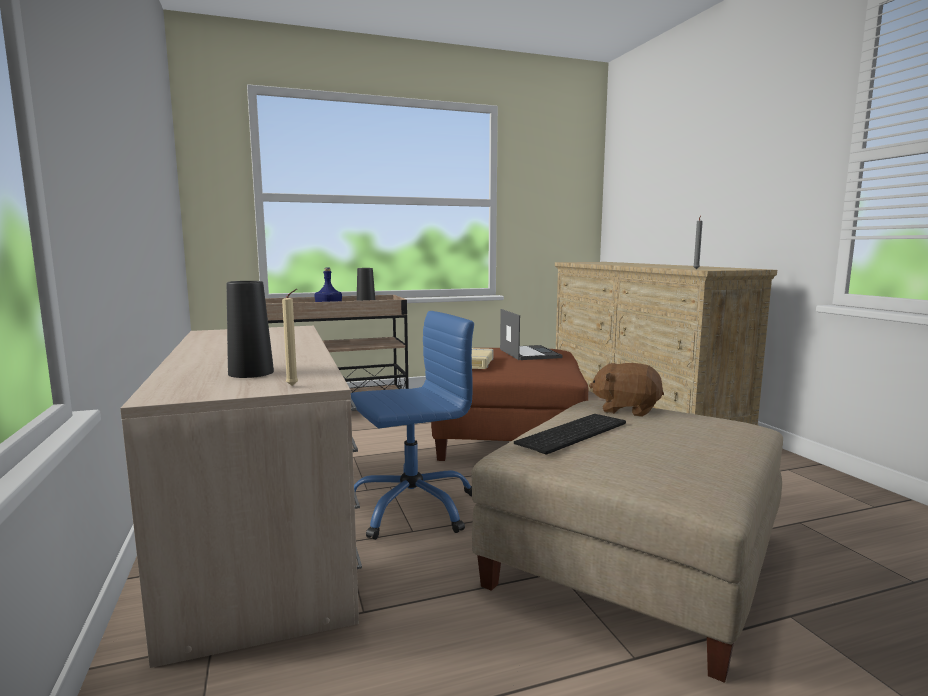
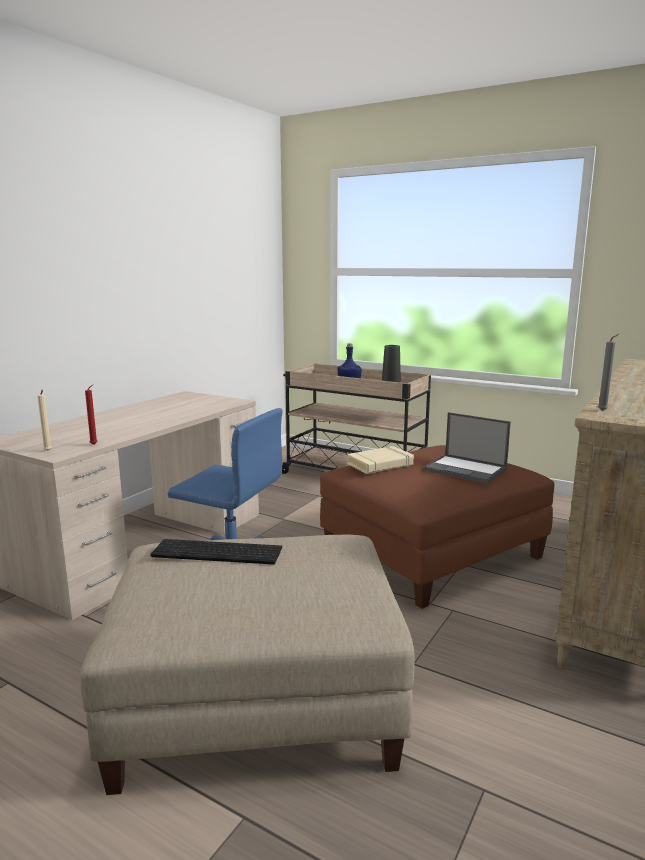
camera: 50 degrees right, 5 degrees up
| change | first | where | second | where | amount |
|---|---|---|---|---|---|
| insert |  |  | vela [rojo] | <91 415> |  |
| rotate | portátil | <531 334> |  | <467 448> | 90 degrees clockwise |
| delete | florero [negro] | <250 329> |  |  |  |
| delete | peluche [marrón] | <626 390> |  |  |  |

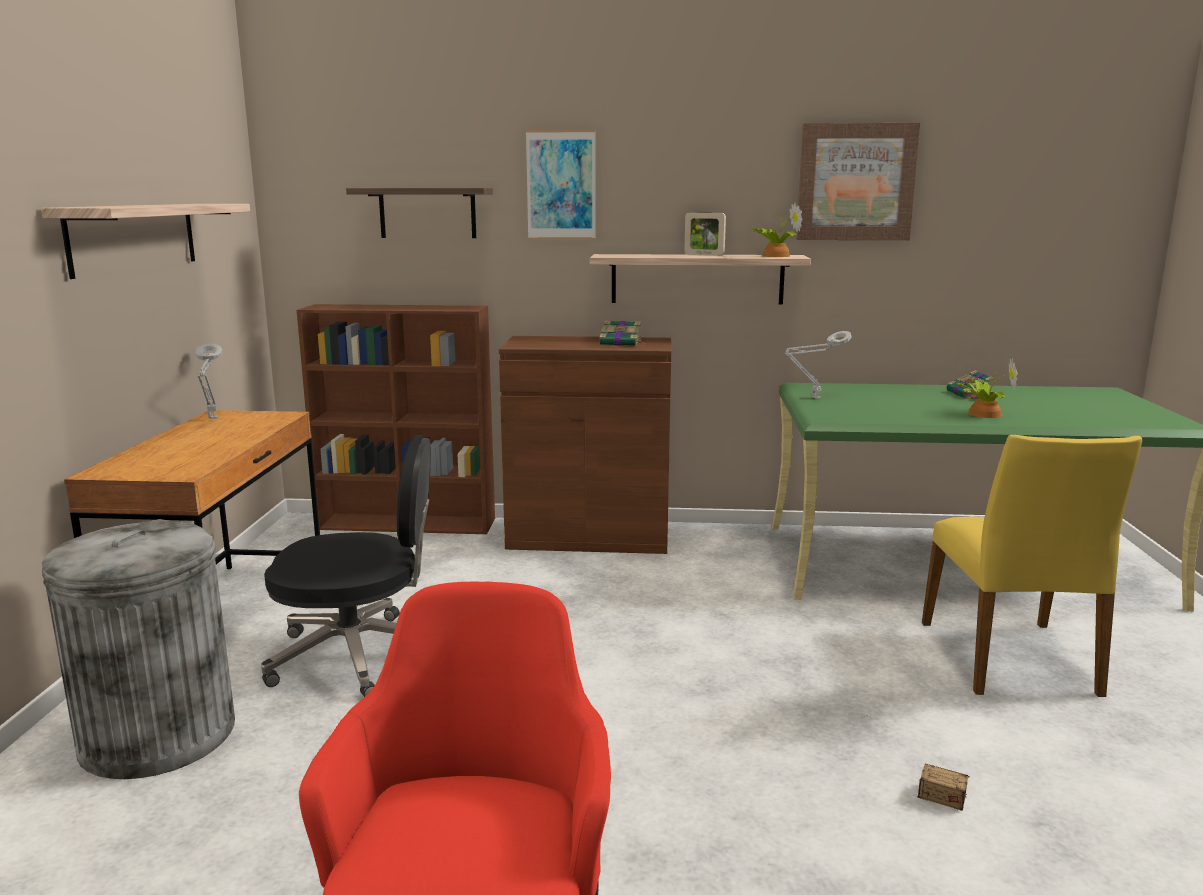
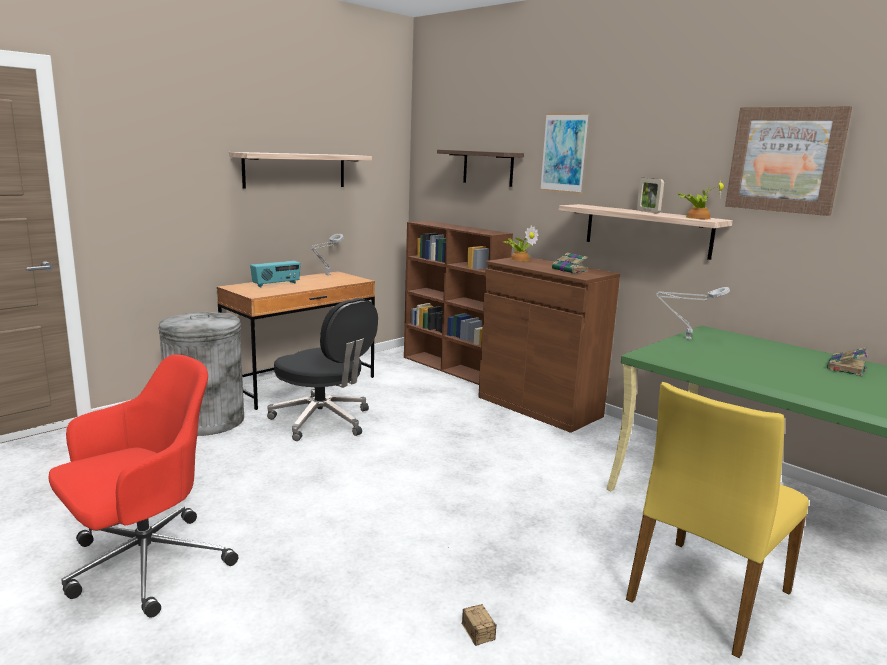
camera: 40 degrees right, 0 degrees up
| change | first | where | second | where | amount |
|---|---|---|---|---|---|
| insert |  |  | radio | <275 274> |  |
| move | planta en maceta | <986 387> |  | <521 243> |  |

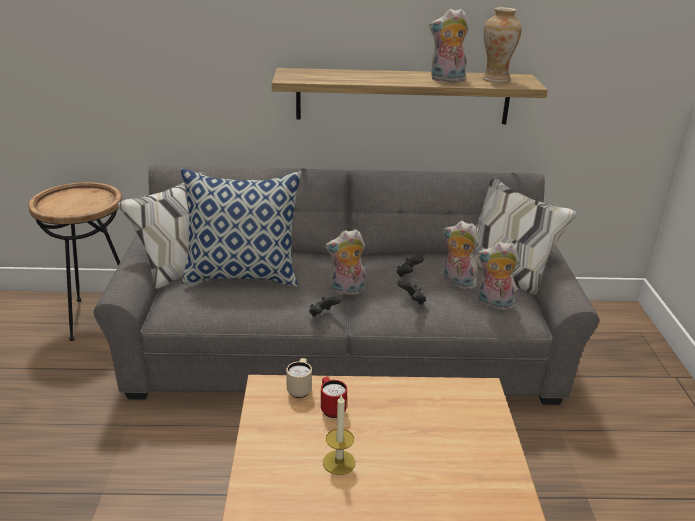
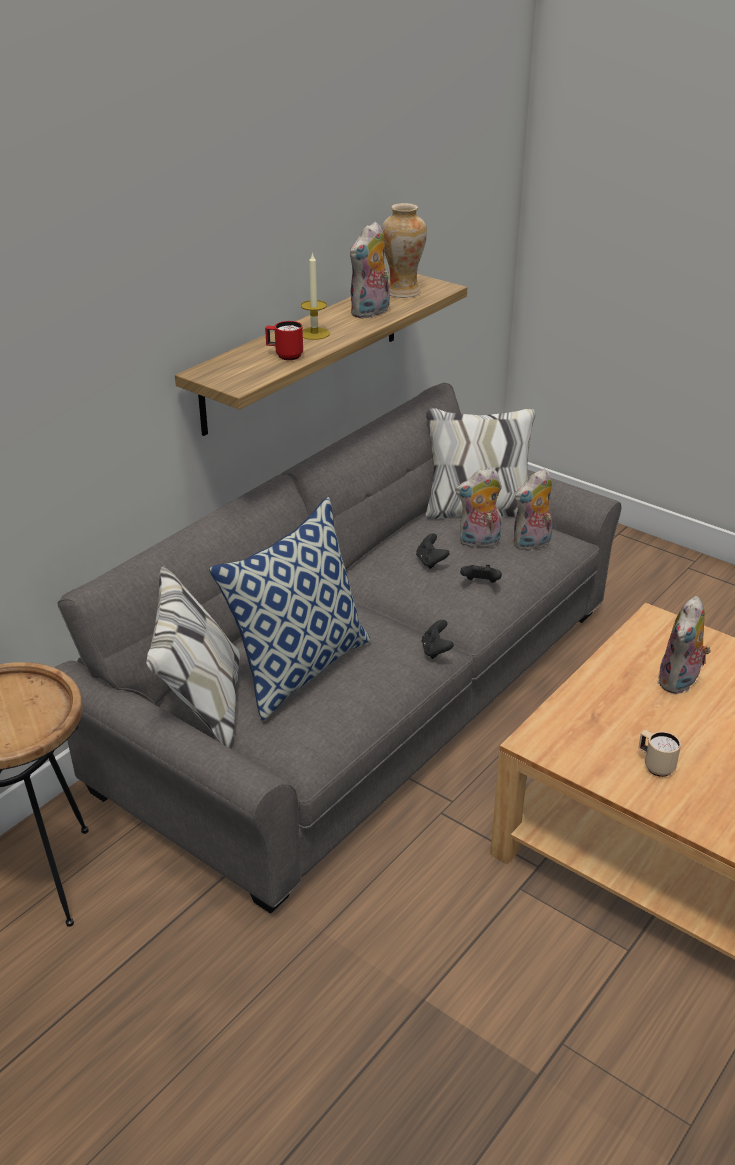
camera: 50 degrees left, 5 degrees up
| change | first | where | second | where | amount |
|---|---|---|---|---|---|
| move | taza grande [rojo] | <334 397> |  | <284 340> |  |
| move | vela | <339 434> |  | <315 296> |  |
| move | taza grande [beis] | <299 378> |  | <659 753> |  |
| move | peluche | <345 262> |  | <684 645> |  |

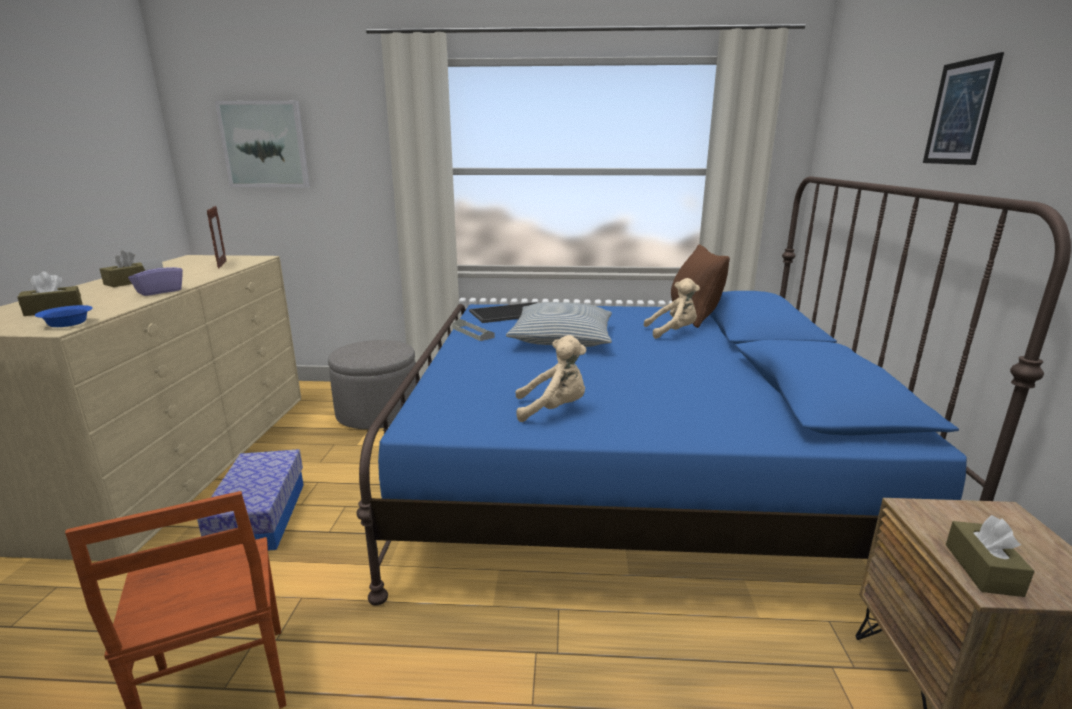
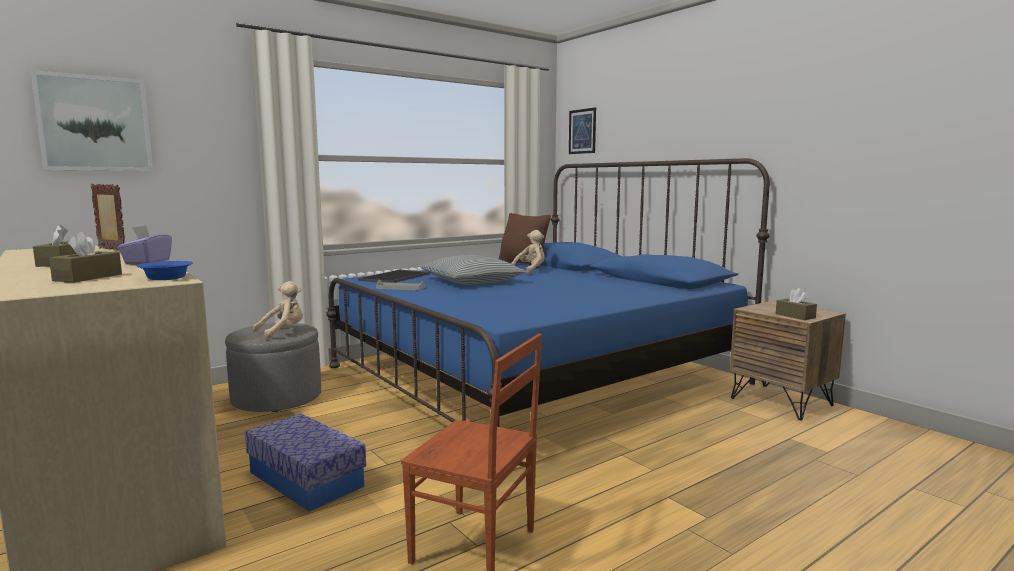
camera: 40 degrees left, 10 degrees down
| change | first | where | second | where | amount |
|---|---|---|---|---|---|
| move | peluche [beis] | <550 378> |  | <278 310> |  |
| move | cuadro | <963 108> |  | <582 130> |  |

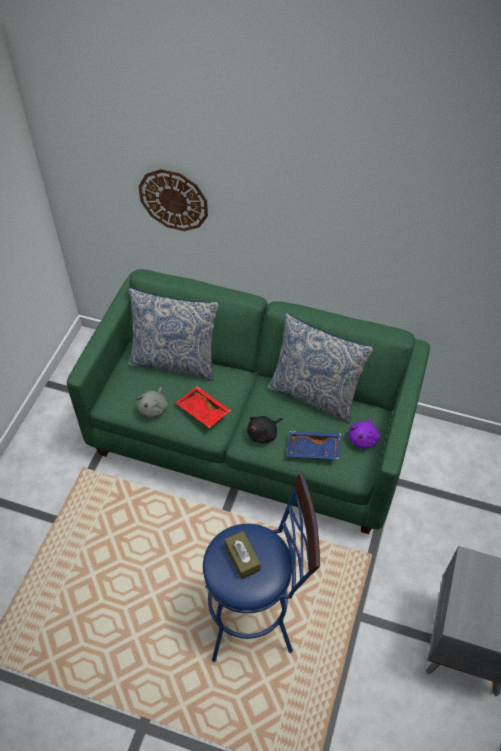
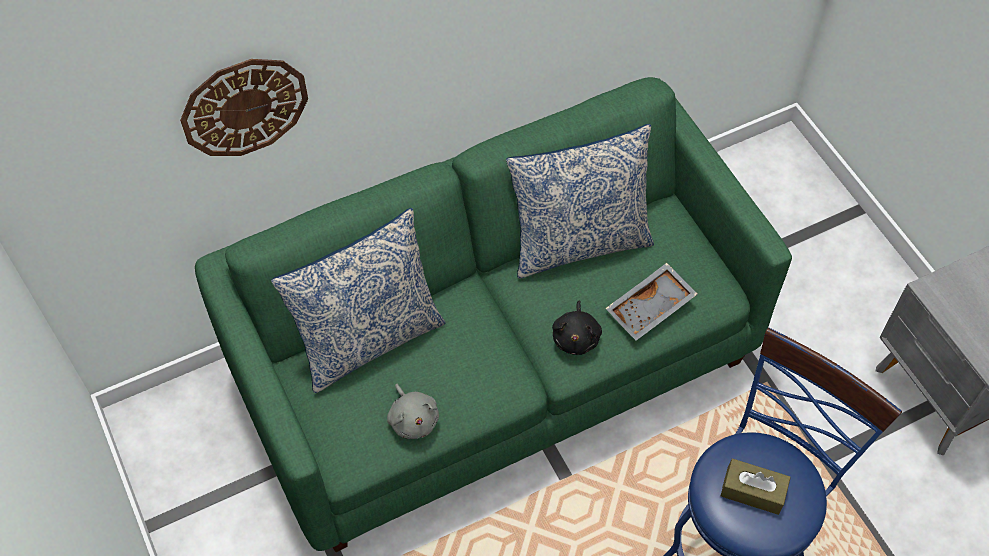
camera: 45 degrees left, 5 degrees up
| change | first | where | second | where | amount |
|---|---|---|---|---|---|
| recolor | bandeja [azul] | <313 445> | bandeja [gris] | <651 301> |  |
| delete | bandeja [rojo] | <203 407> |  |  |  |
| delete | peluche [morado] | <364 433> |  |  |  |

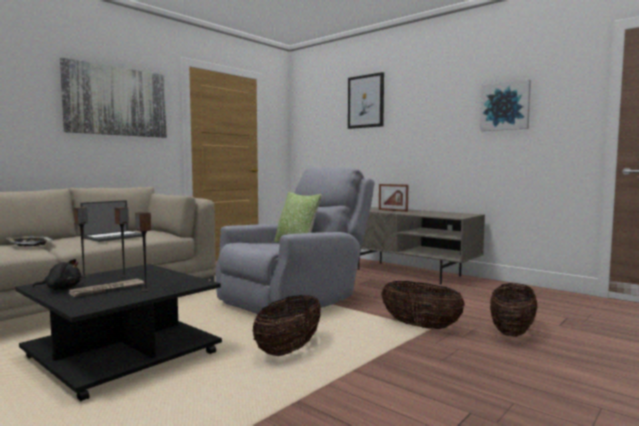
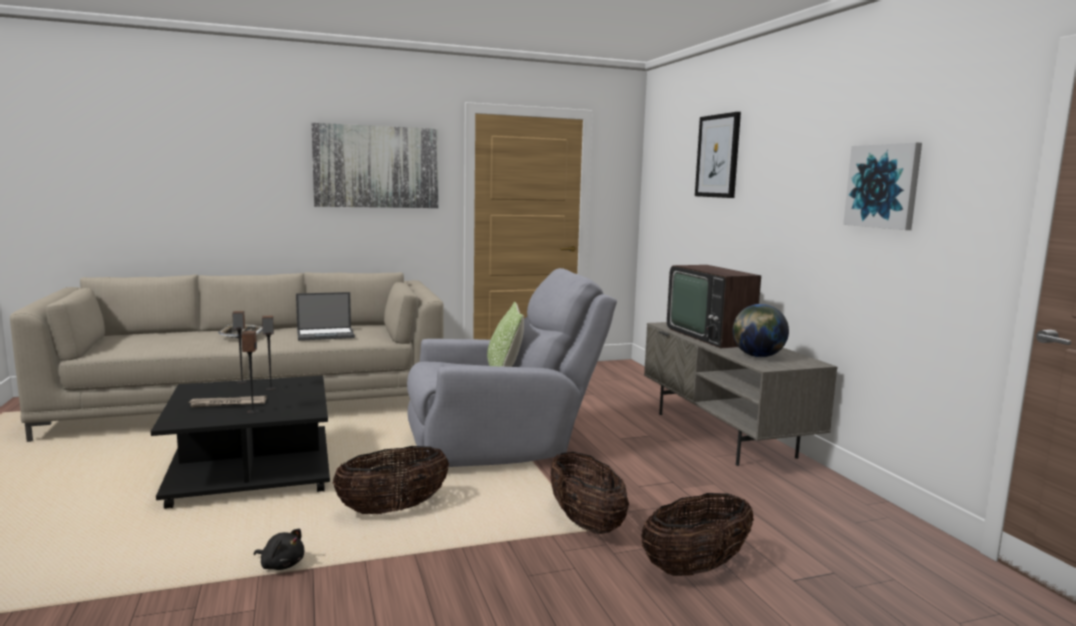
camera: 30 degrees right, 5 degrees up
| change | first | where | second | where | amount |
|---|---|---|---|---|---|
| move | peluche [negro] | <57 274> |  | <279 549> |  |
| replace | portarretratos | <393 198> | televisor | <714 306> |  |
| insert |  |  | globo terráqueo | <761 330> |  |

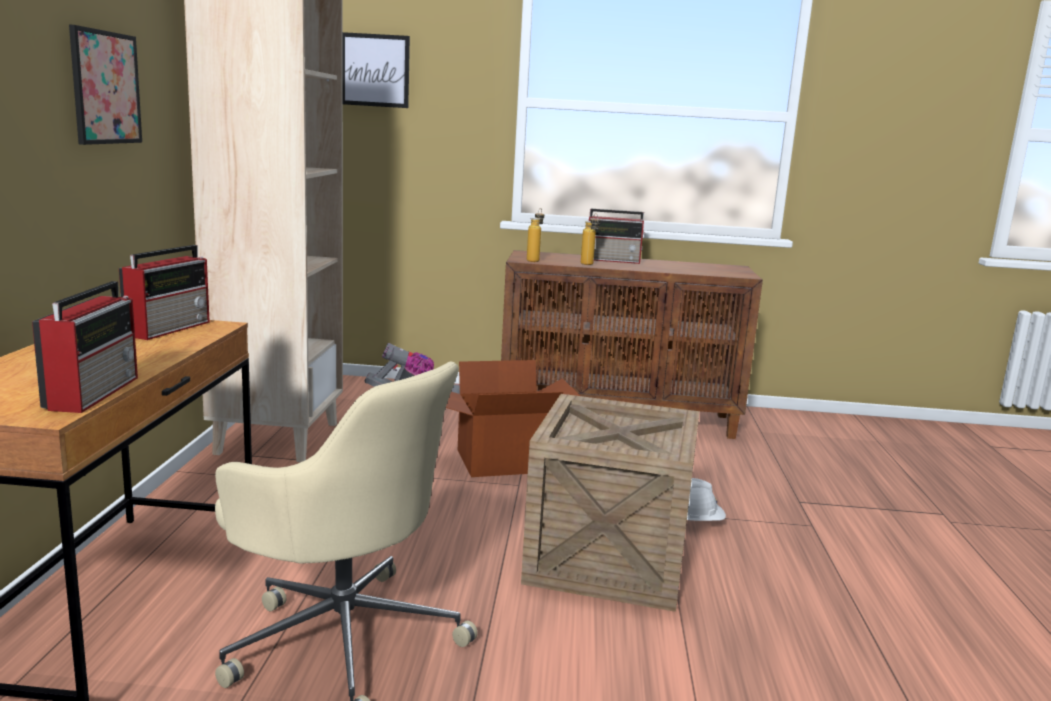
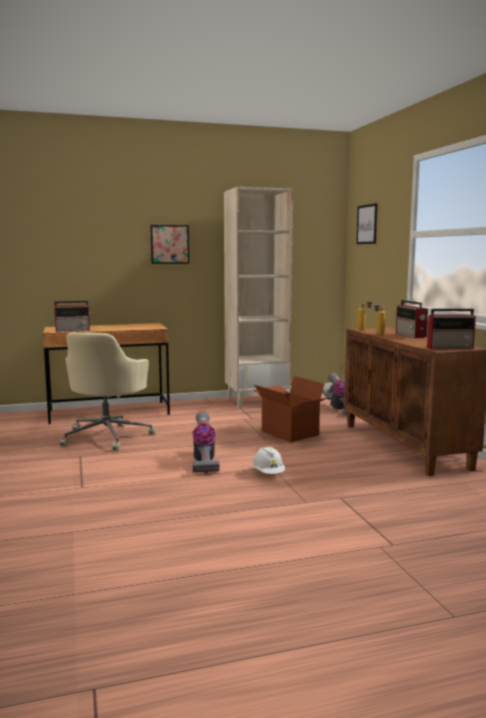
camera: 70 degrees right, 5 degrees down
| change | first | where | second | where | amount |
|---|---|---|---|---|---|
| replace | caja de embalaje | <610 503> | aspiradora | <205 442> |  |
| move | radio | <164 292> |  | <451 329> |  |

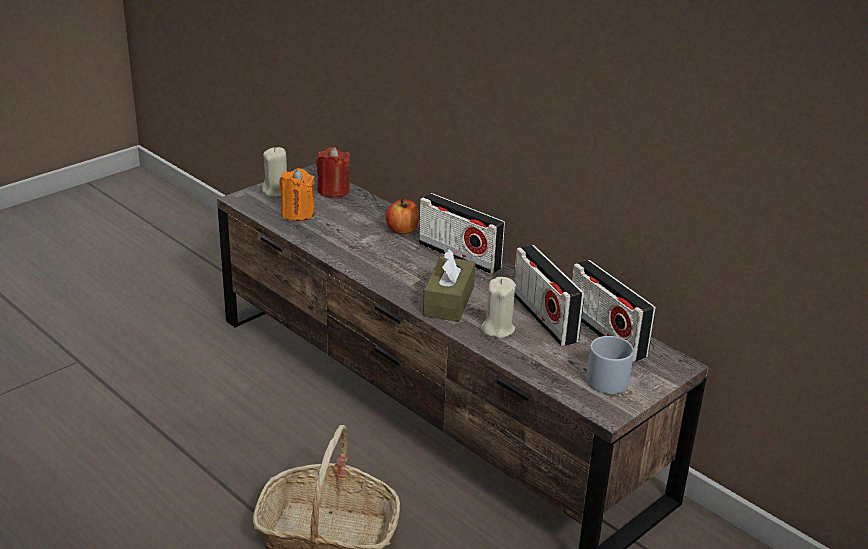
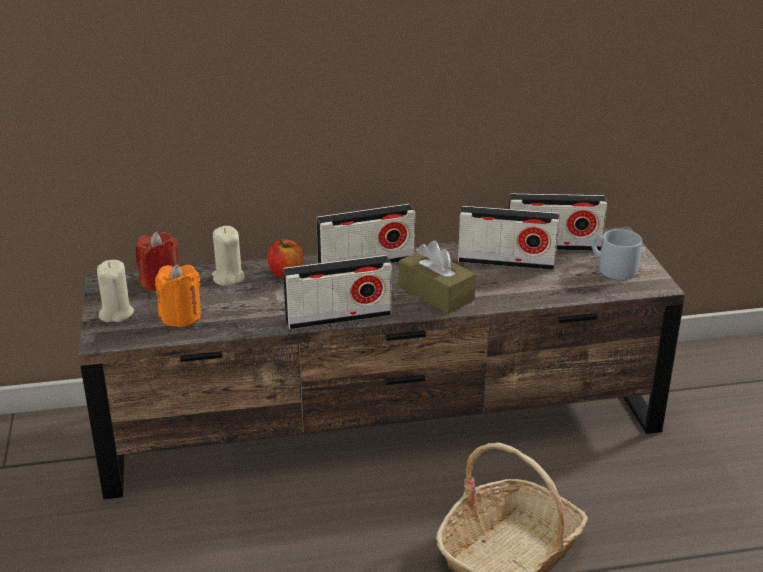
camera: 55 degrees left, 0 degrees up
| change | first | where | second | where | amount |
|---|---|---|---|---|---|
| move | vela [beis] | <498 307> |  | <228 256> |  |
| insert |  |  | radio | <337 292> |  |

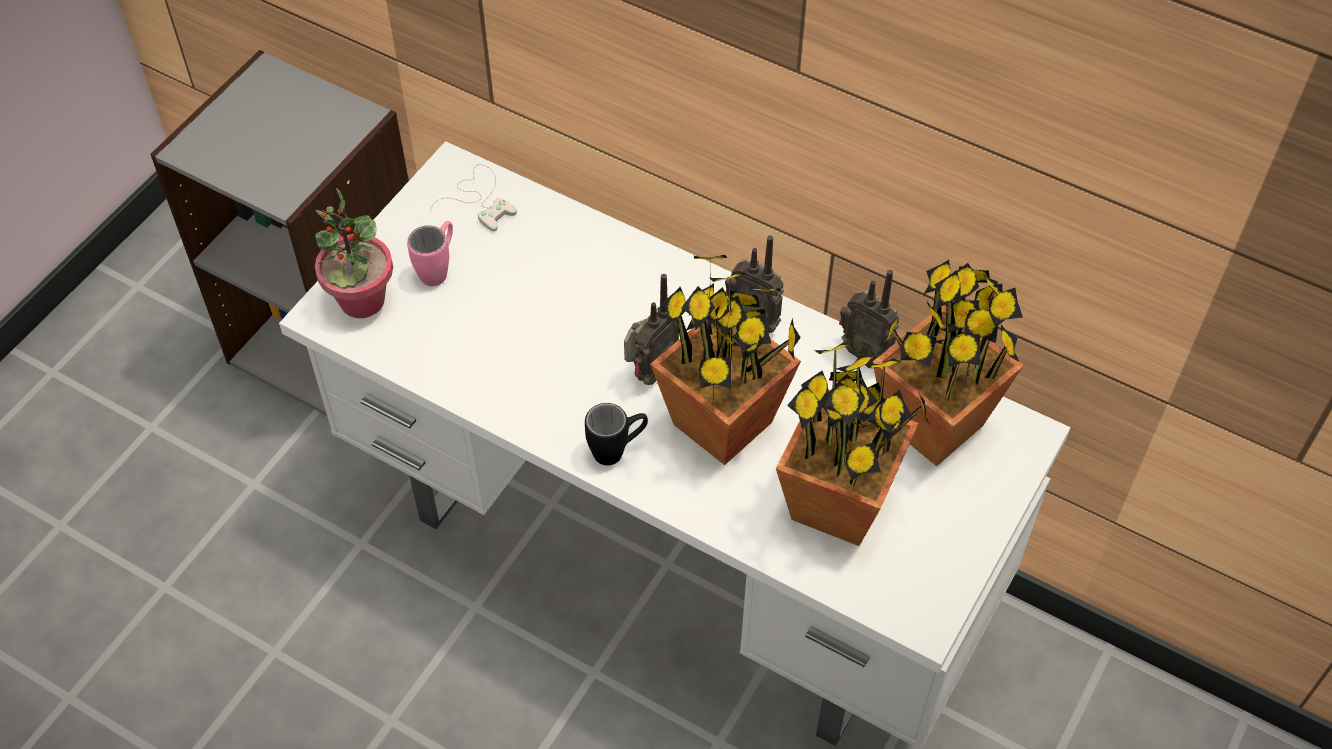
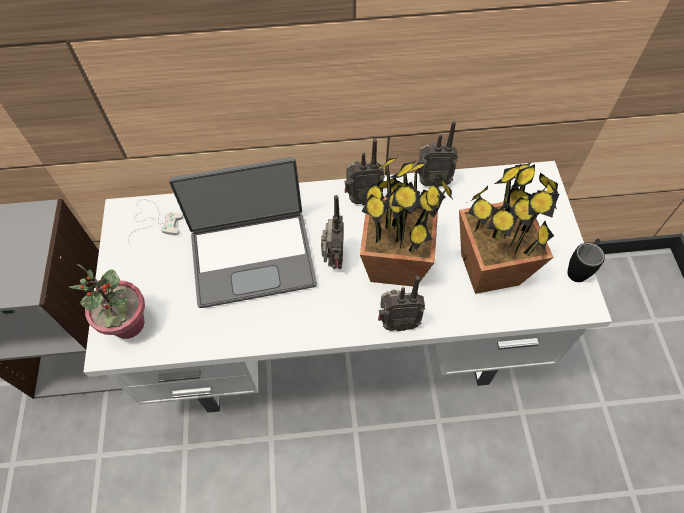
camera: 35 degrees left, 5 degrees up
| change | first | where | second | where | amount |
|---|---|---|---|---|---|
| insert |  |  | portátil | <243 232> |  |
| insert |  |  | radio | <401 303> |  |
| move | taza grande [negro] | <616 434> |  | <586 260> |  |
| delete | taza grande [rosa] | <430 253> |  |  |  |
| delete | planta en maceta | <948 363> |  |  |  |

